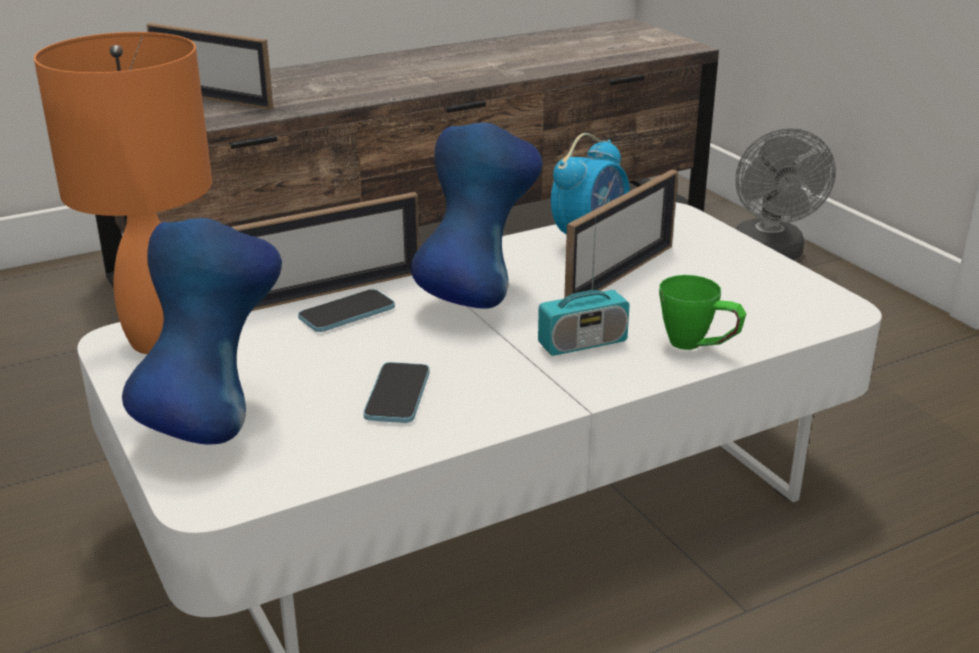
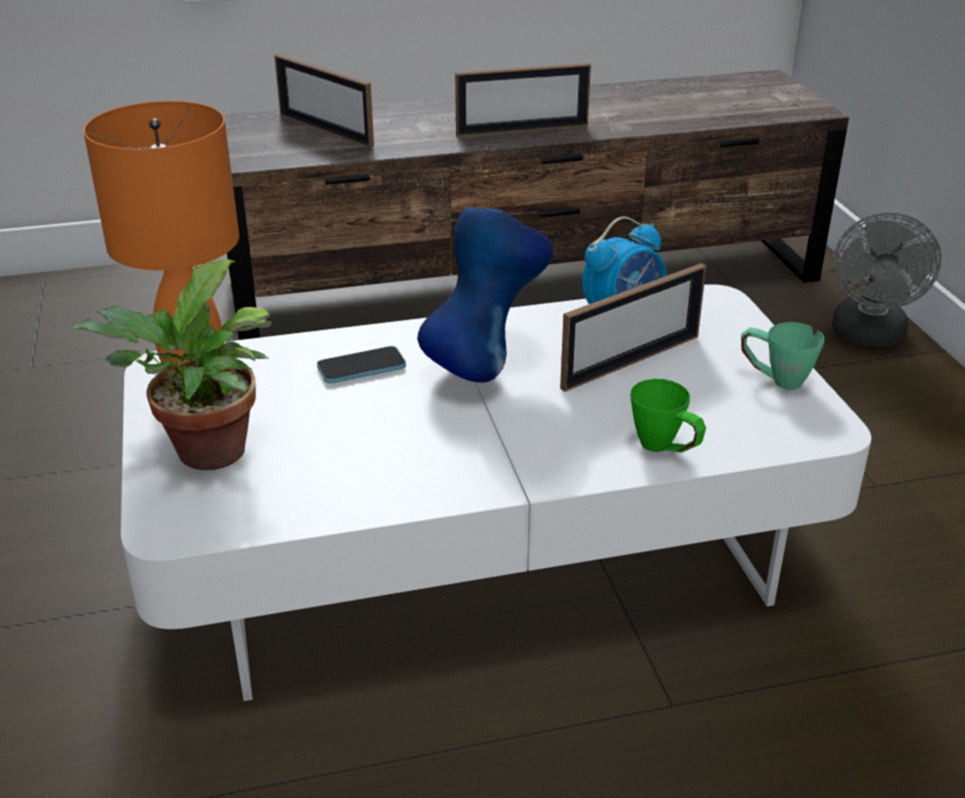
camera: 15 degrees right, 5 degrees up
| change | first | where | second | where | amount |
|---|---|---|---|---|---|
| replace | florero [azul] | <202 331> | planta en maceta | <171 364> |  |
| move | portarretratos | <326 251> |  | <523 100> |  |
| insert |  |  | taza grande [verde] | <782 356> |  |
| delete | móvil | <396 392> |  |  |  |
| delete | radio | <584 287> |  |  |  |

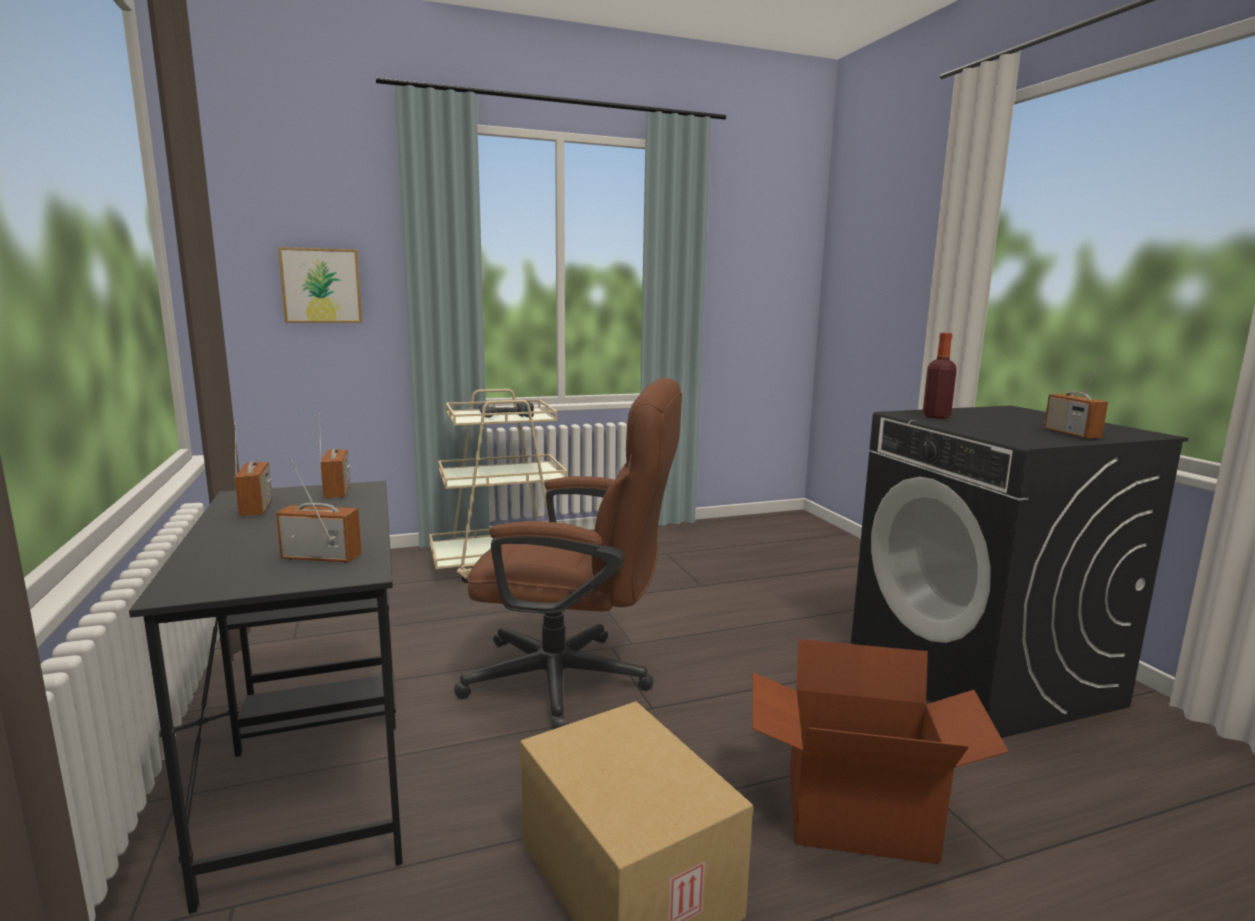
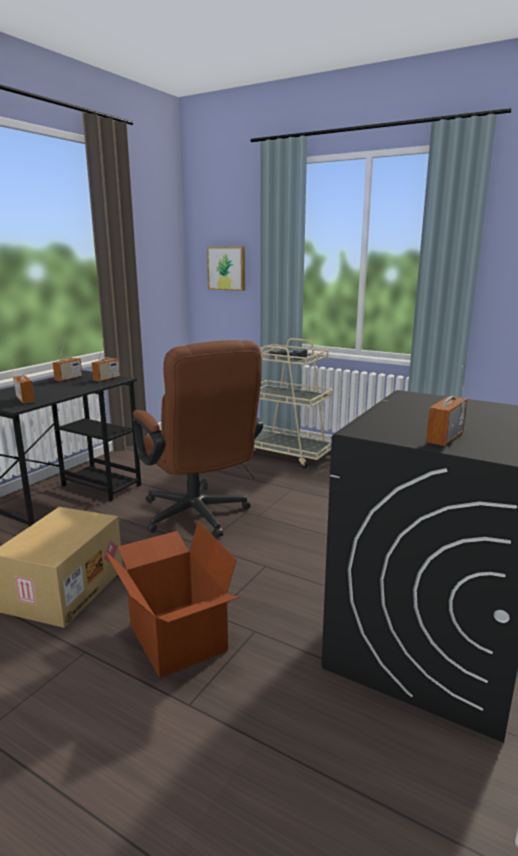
camera: 50 degrees right, 5 degrees up
| change | first | where | second | where | amount |
|---|---|---|---|---|---|
| delete | botella | <940 376> |  |  |  |

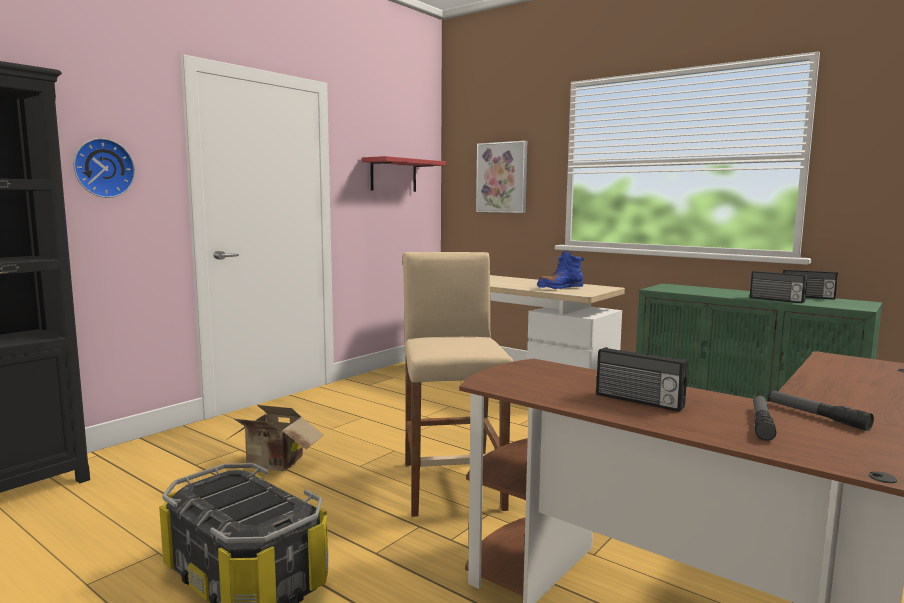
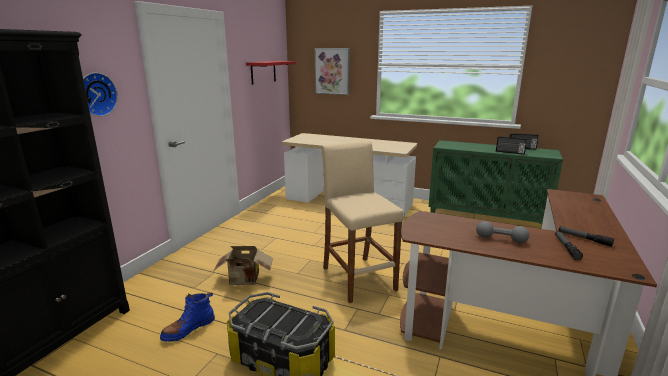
camera: 15 degrees left, 10 degrees up
| change | first | where | second | where | amount |
|---|---|---|---|---|---|
| move | bota [azul] | <560 270> |  | <187 317> |  |
| replace | radio | <642 379> | mancuerna [gris] | <502 232> |  |

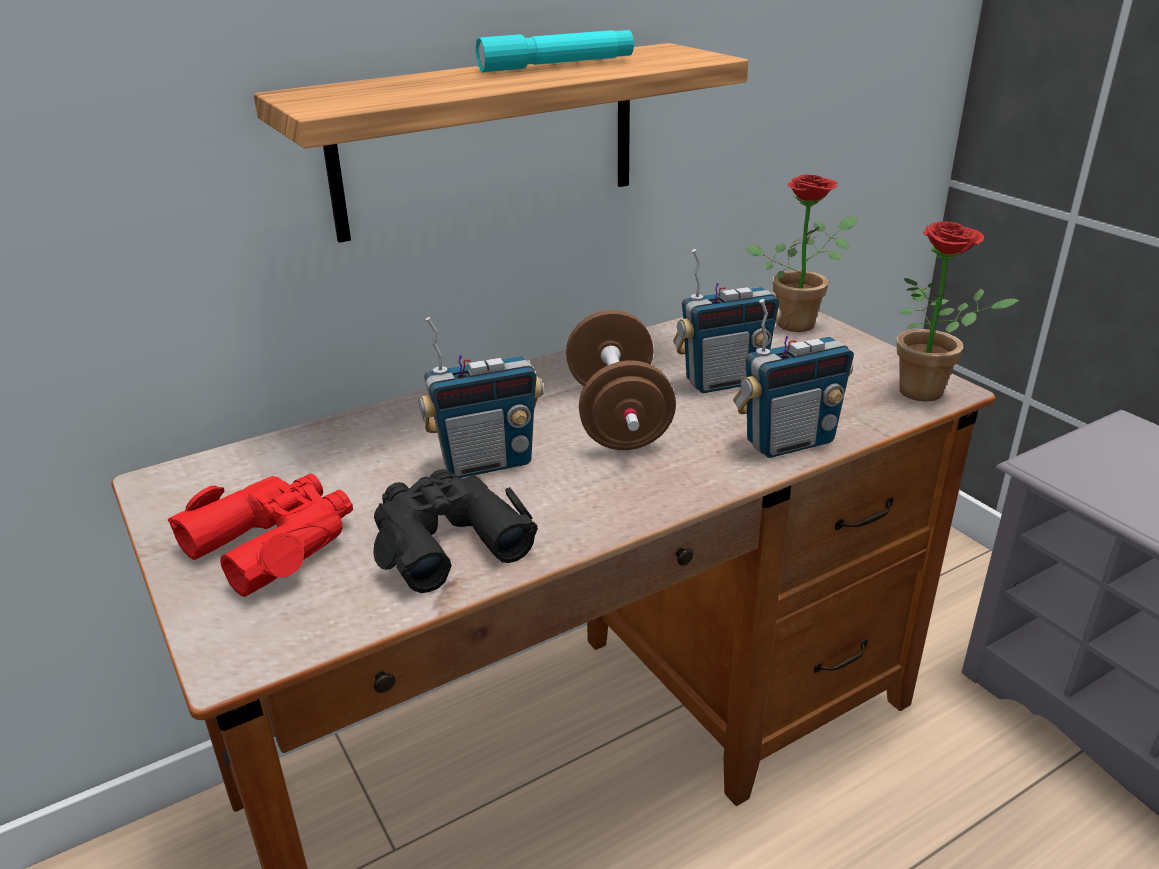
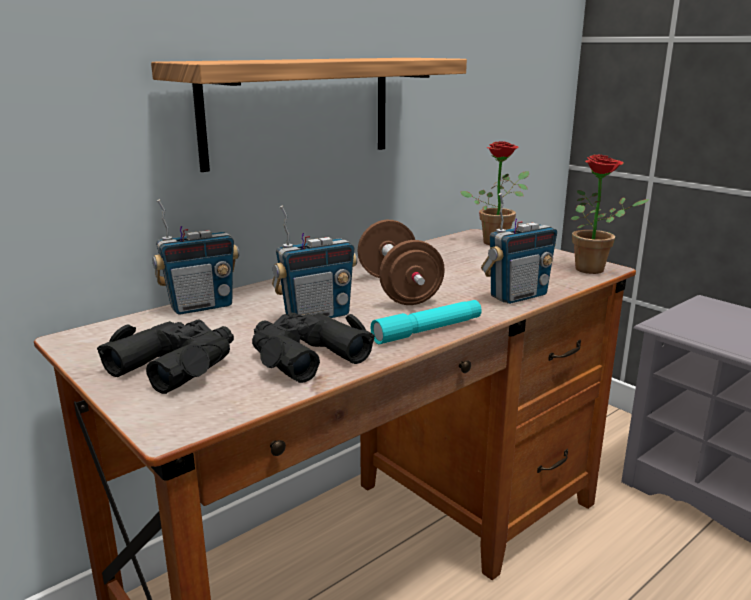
camera: 10 degrees left, 10 degrees down
| change | first | where | second | where | amount |
|---|---|---|---|---|---|
| recolor | prismáticos [rojo] | <260 535> | prismáticos [negro] | <165 357> |  |
| move | radio | <727 321> |  | <195 257> |  |
| move | linterna [turquesa] | <555 51> |  | <426 322> |  |

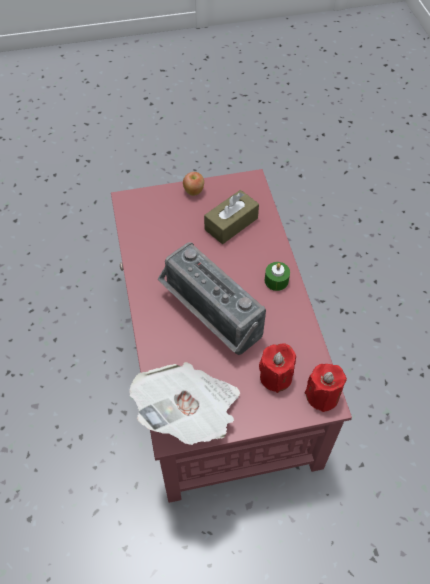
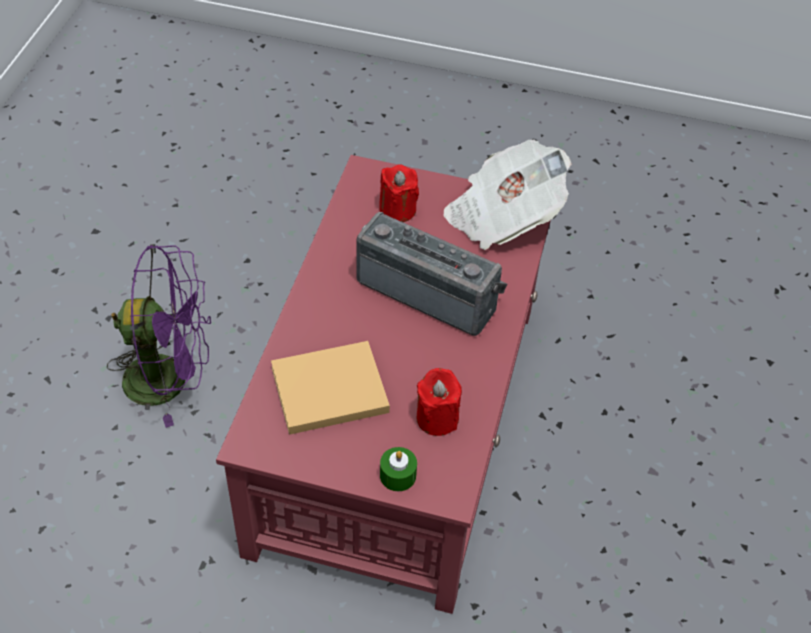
camera: 155 degrees left, 5 degrees down
| change | first | where | second | where | amount |
|---|---|---|---|---|---|
| insert |  |  | ventilador [morado] | <159 336> |  |
| replace | caja de pañuelos [marrón] | <231 217> | libro [beis] | <330 388> |  |
| rotate | radio | <212 298> |  | <431 274> | 45 degrees counterclockwise |
| move | vela [verde] | <277 276> |  | <398 469> |  |
| move | vela [rojo] | <326 388> |  | <439 402> |  |
| delete | manzana | <193 184> |  |  |  |

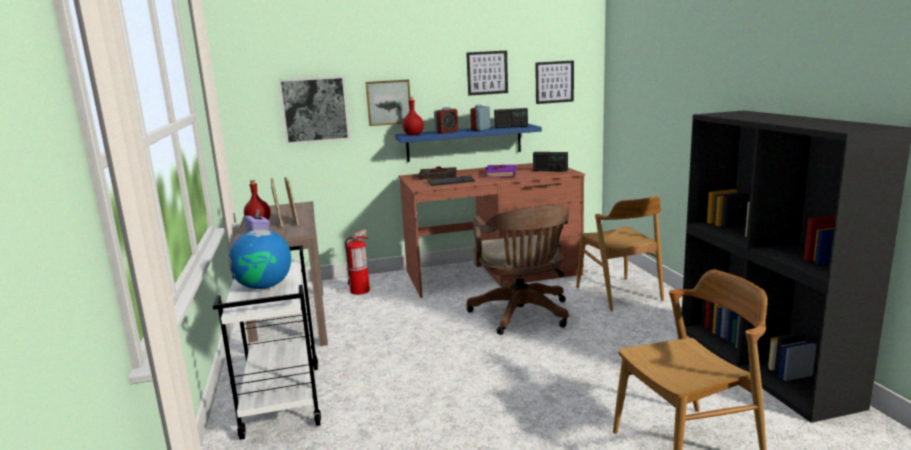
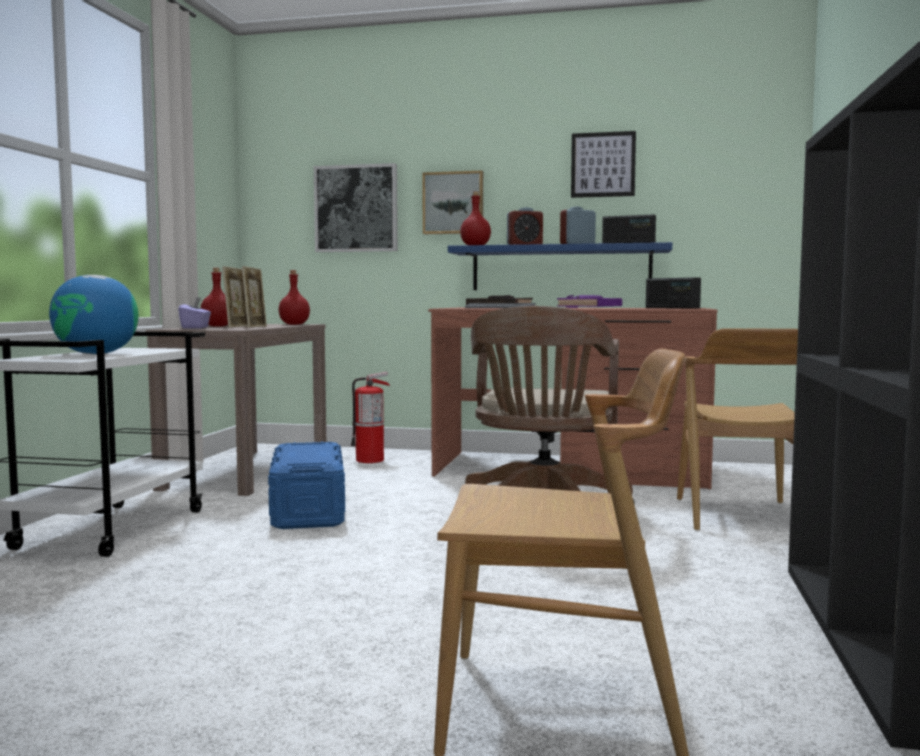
camera: 25 degrees right, 10 degrees down
| change | first | where | second | where | amount |
|---|---|---|---|---|---|
| insert |  |  | caja de almacenaje [azul] | <306 485> |  |
| insert |  |  | botella [rojo] | <294 297> |  |
| delete | cuadro | <554 82> |  |  |  |

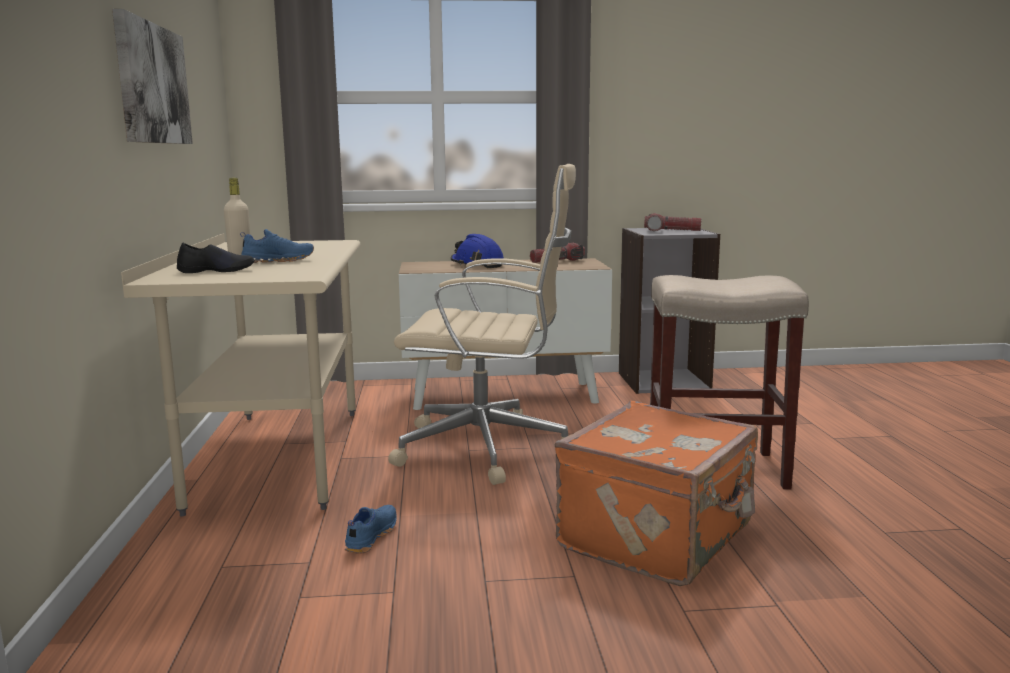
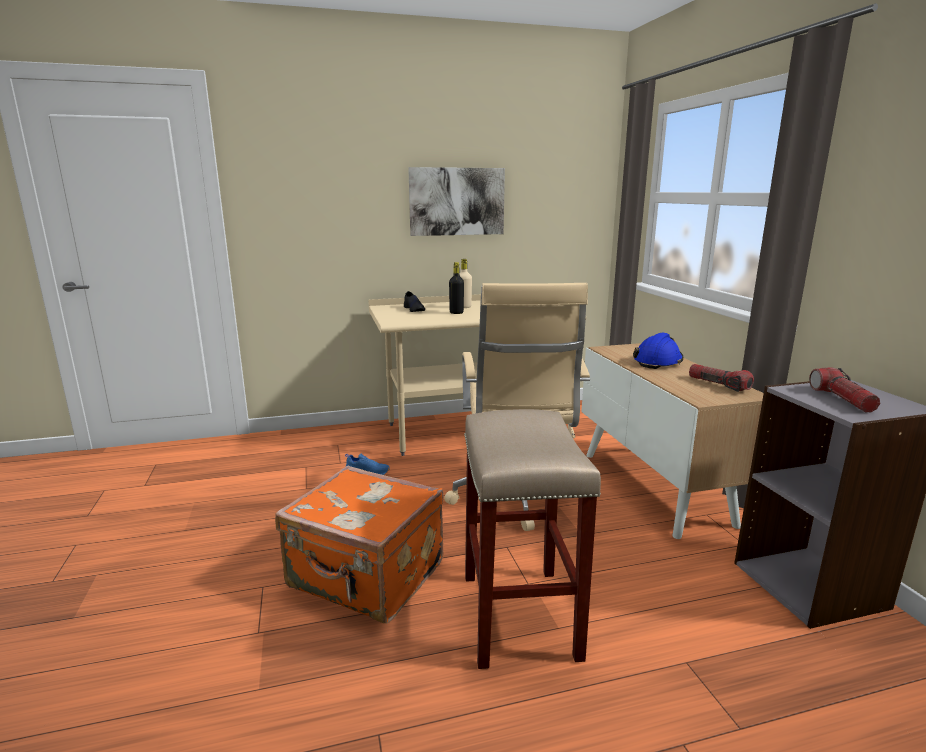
camera: 80 degrees right, 5 degrees up
| change | first | where | second | where | amount |
|---|---|---|---|---|---|
| replace | zapato [azul] | <277 246> | botella [negro] | <456 288> |  |

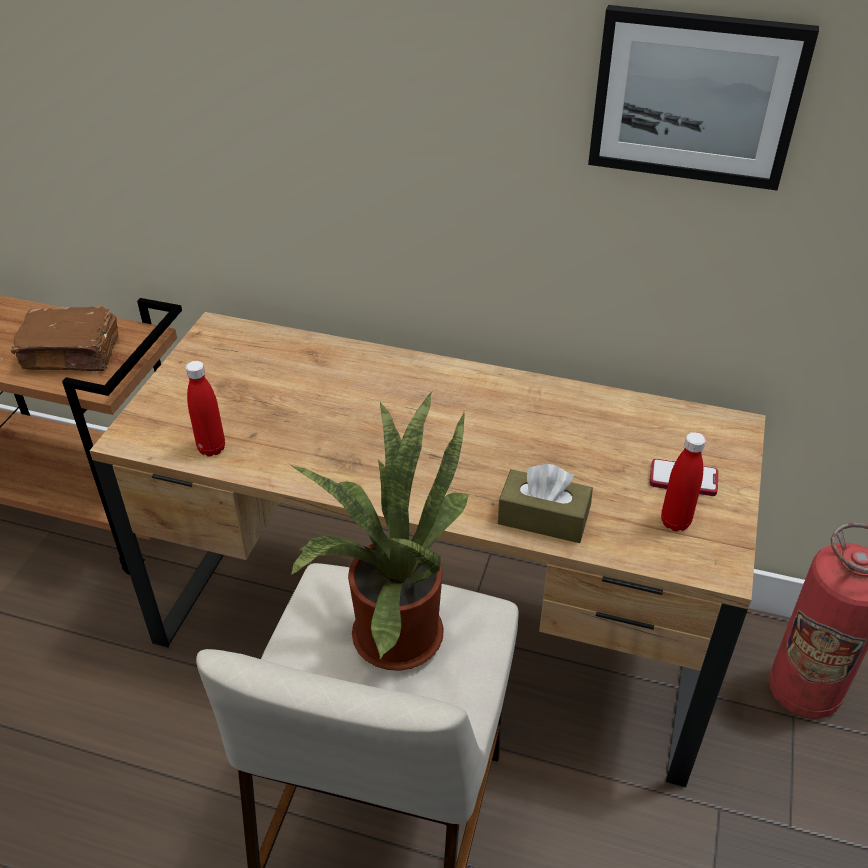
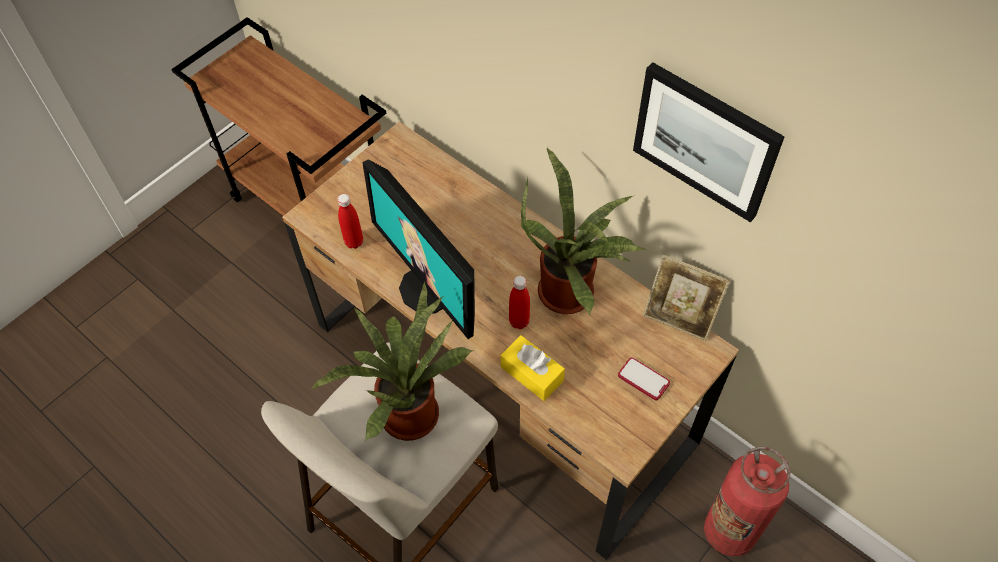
camera: 25 degrees right, 15 degrees up
| change | first | where | second | where | amount |
|---|---|---|---|---|---|
| insert |  |  | monitor | <418 249> |  |
| recolor | caja de pañuelos [marrón] | <545 503> | caja de pañuelos [amarillo] | <533 368> |  |
| move | botella [rojo] | <683 481> |  | <519 302> |  |
| insert |  |  | planta en maceta | <584 231> |  |
| insert |  |  | portarretratos | <686 297> |  |
| delete | libro [marrón] | <65 338> |  |  |  |

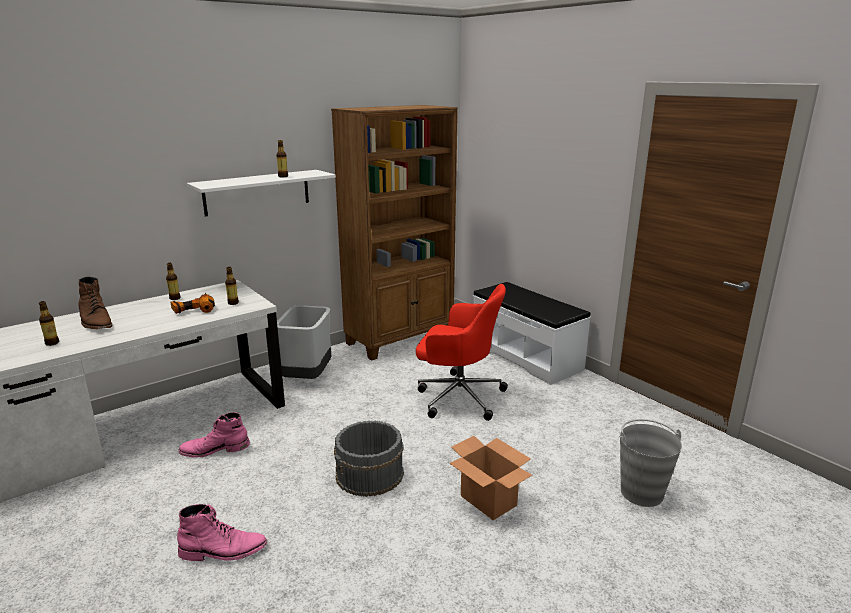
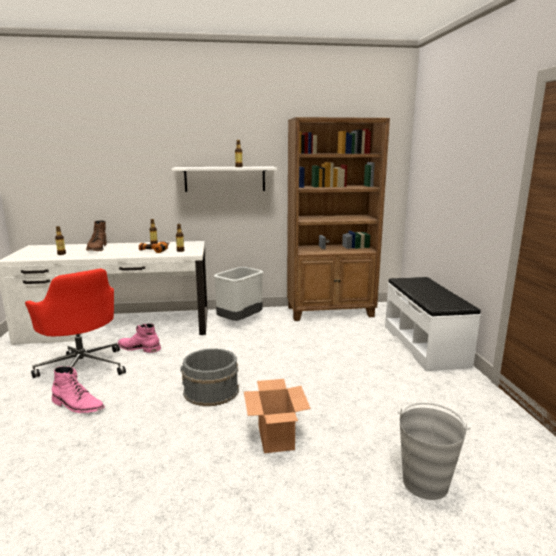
camera: 30 degrees right, 5 degrees down
| change | first | where | second | where | amount |
|---|---|---|---|---|---|
| move | silla de oficina [rojo] | <462 352> |  | <75 323> |  |

